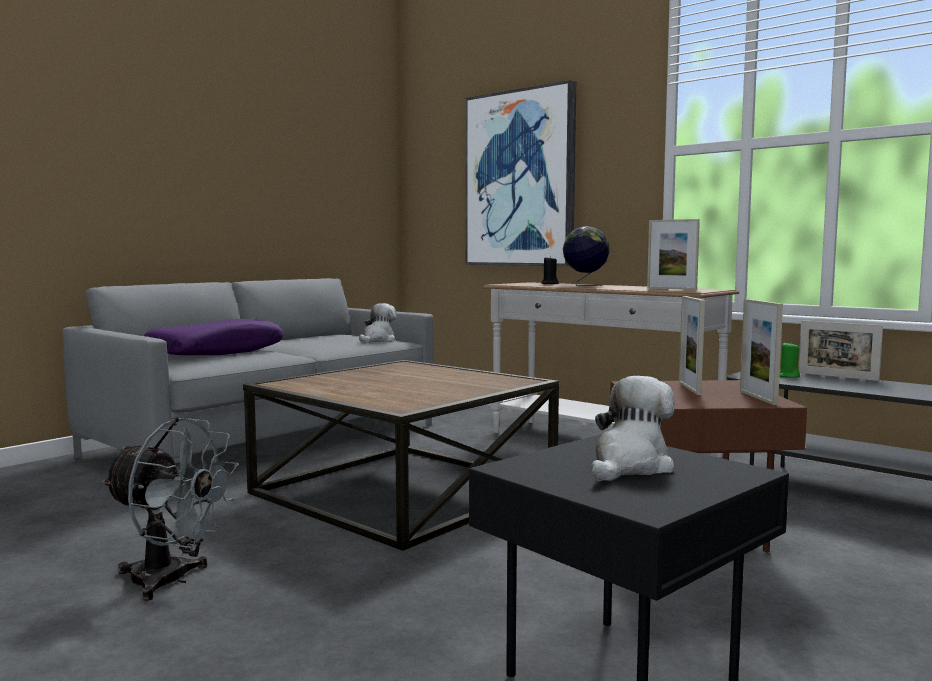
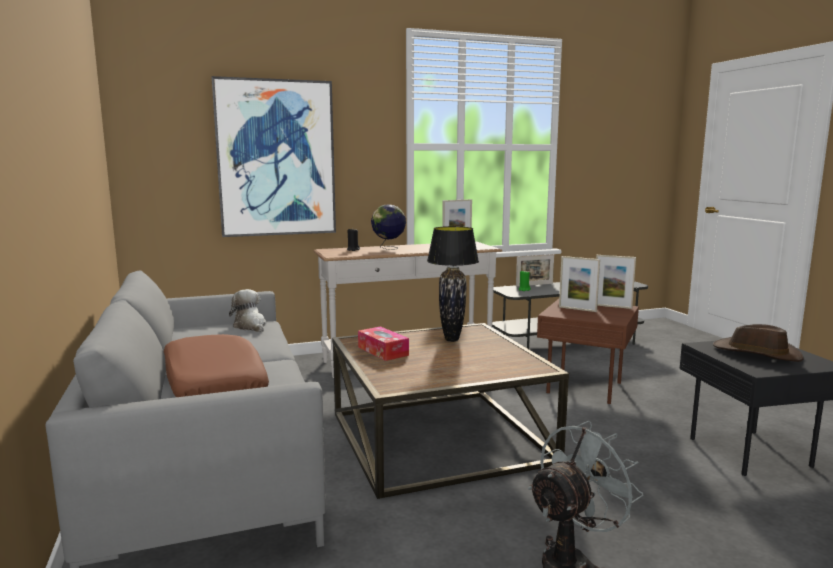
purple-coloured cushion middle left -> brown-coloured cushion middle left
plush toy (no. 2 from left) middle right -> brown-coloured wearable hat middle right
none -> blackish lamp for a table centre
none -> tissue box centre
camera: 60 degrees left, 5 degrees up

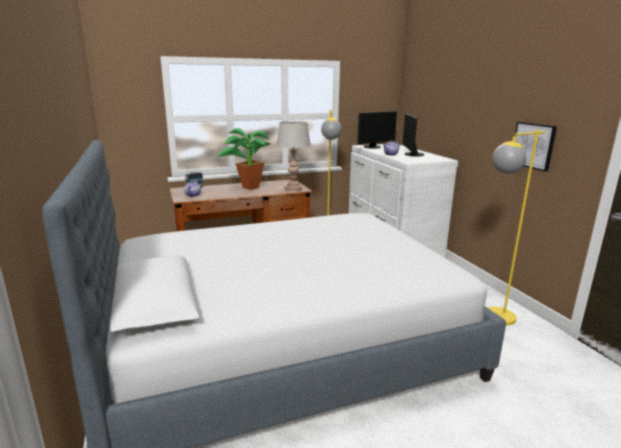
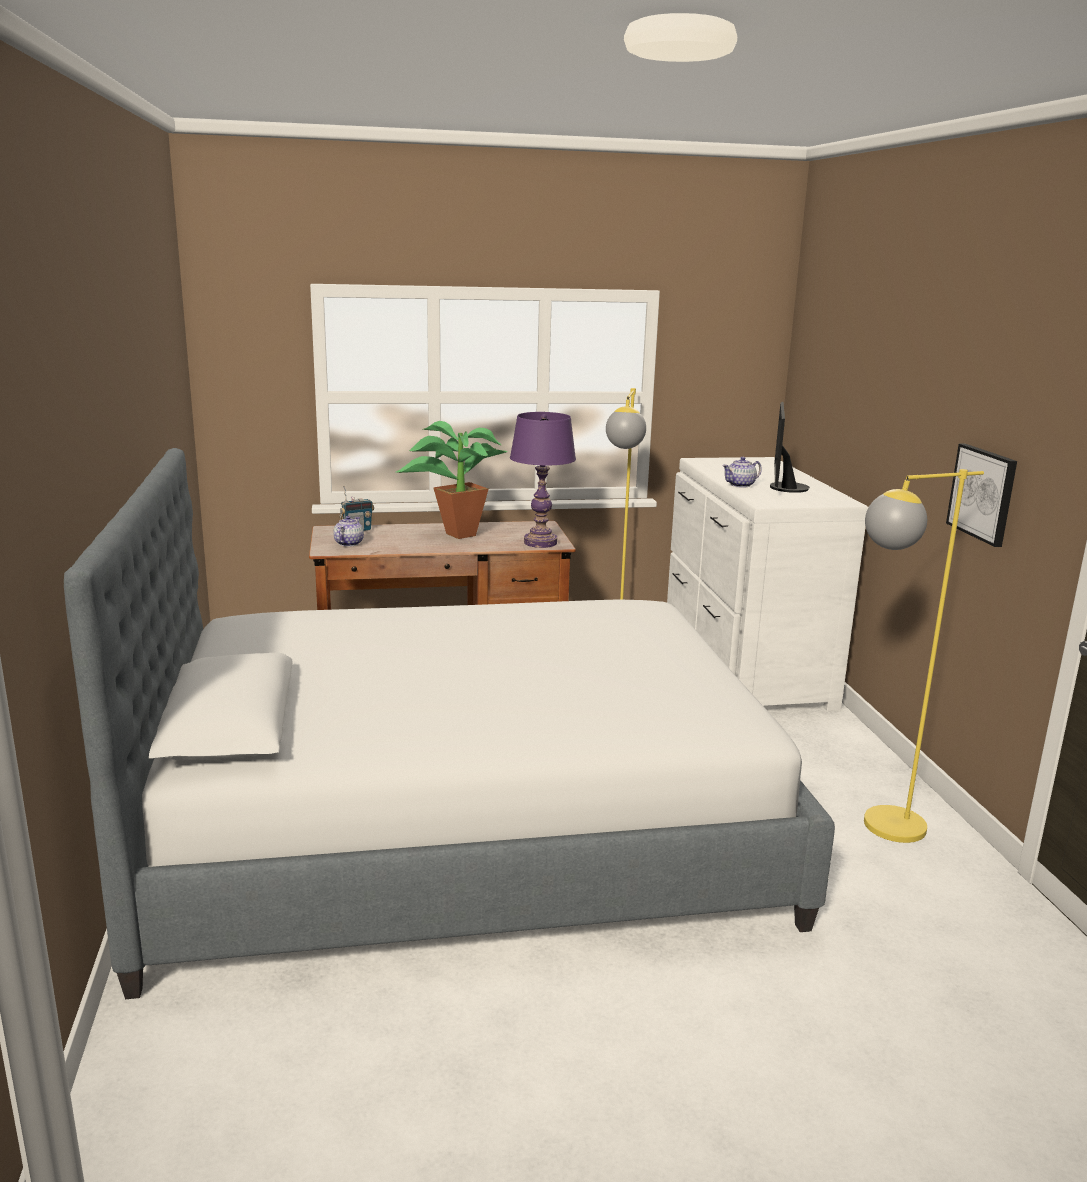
computer screen (no. 1 from left) top centre -> none
gray lamp for a table centre -> purple-coloured lamp for a table centre
camera: 10 degrees right, 0 degrees up

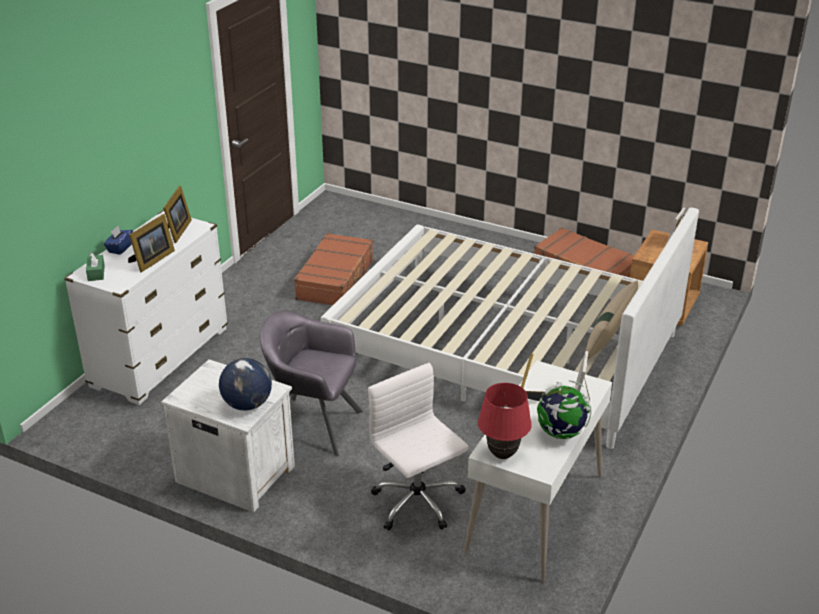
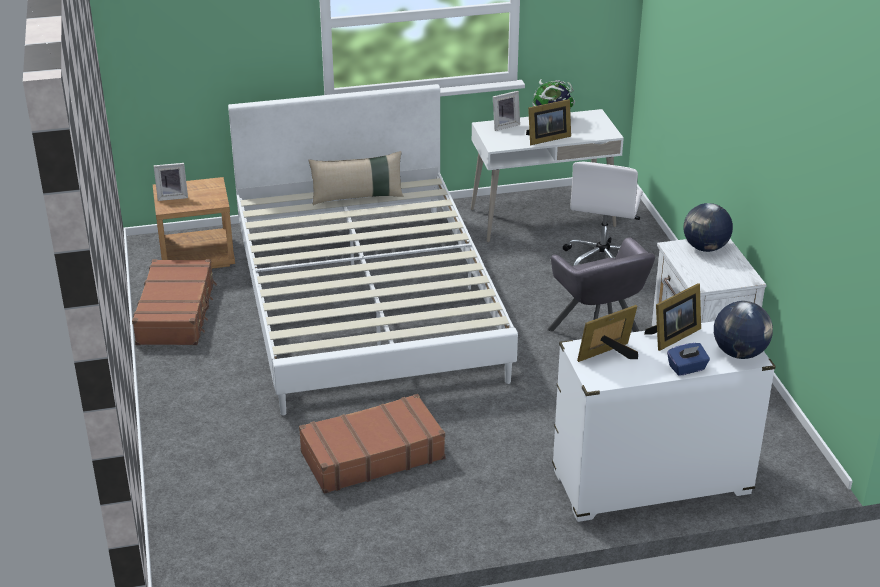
picture frame (no. 1 from left in the first image) middle left -> picture frame (no. 5 from left) middle right, 150 degrees clockwise
greenish tissue box middle left -> globe (no. 3 from left) middle right
reddish lamp for a table bottom centre -> none
camera: 130 degrees left, 0 degrees up

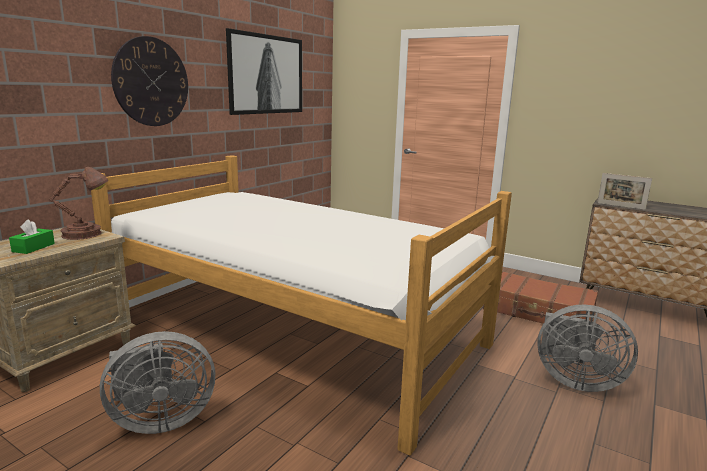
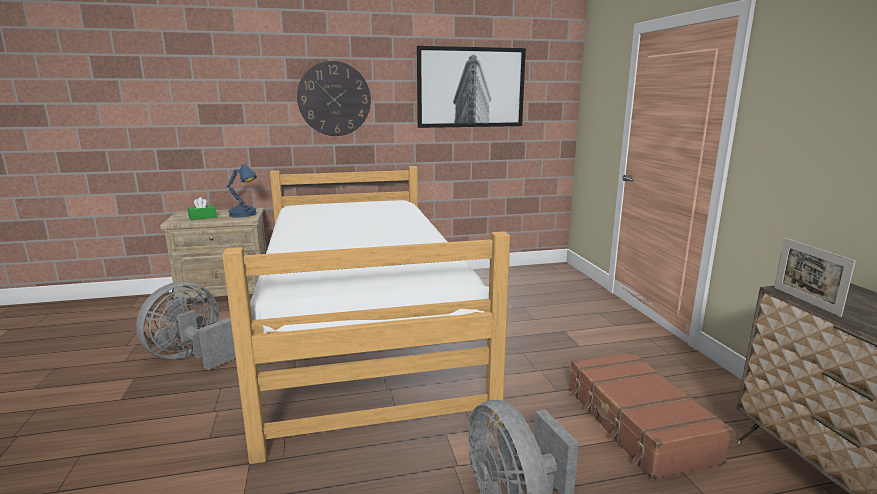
brown-coloured lamp for a table middle left -> bluish lamp for a table middle left
gray electric fan (no. 1 from left) bottom left -> gray electric fan (no. 1 from left) middle left, 105 degrees clockwise
camera: 45 degrees right, 0 degrees up

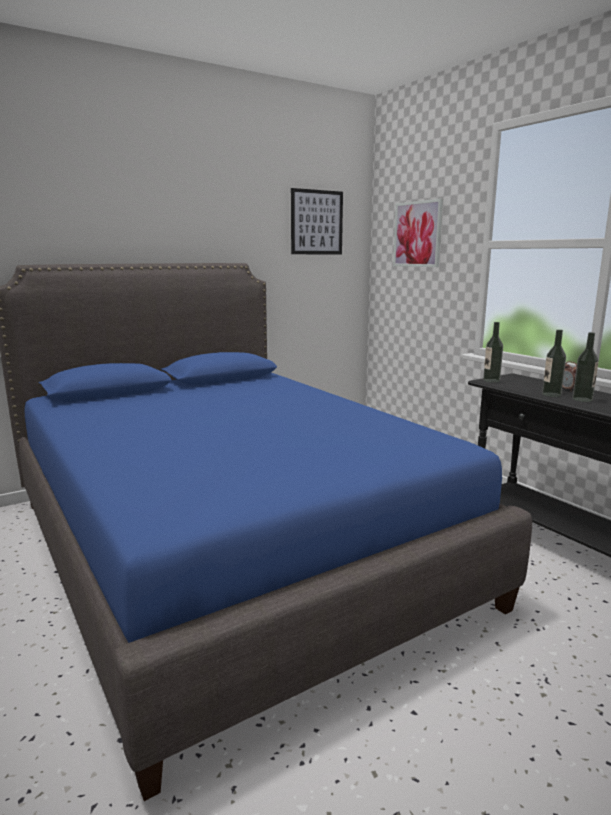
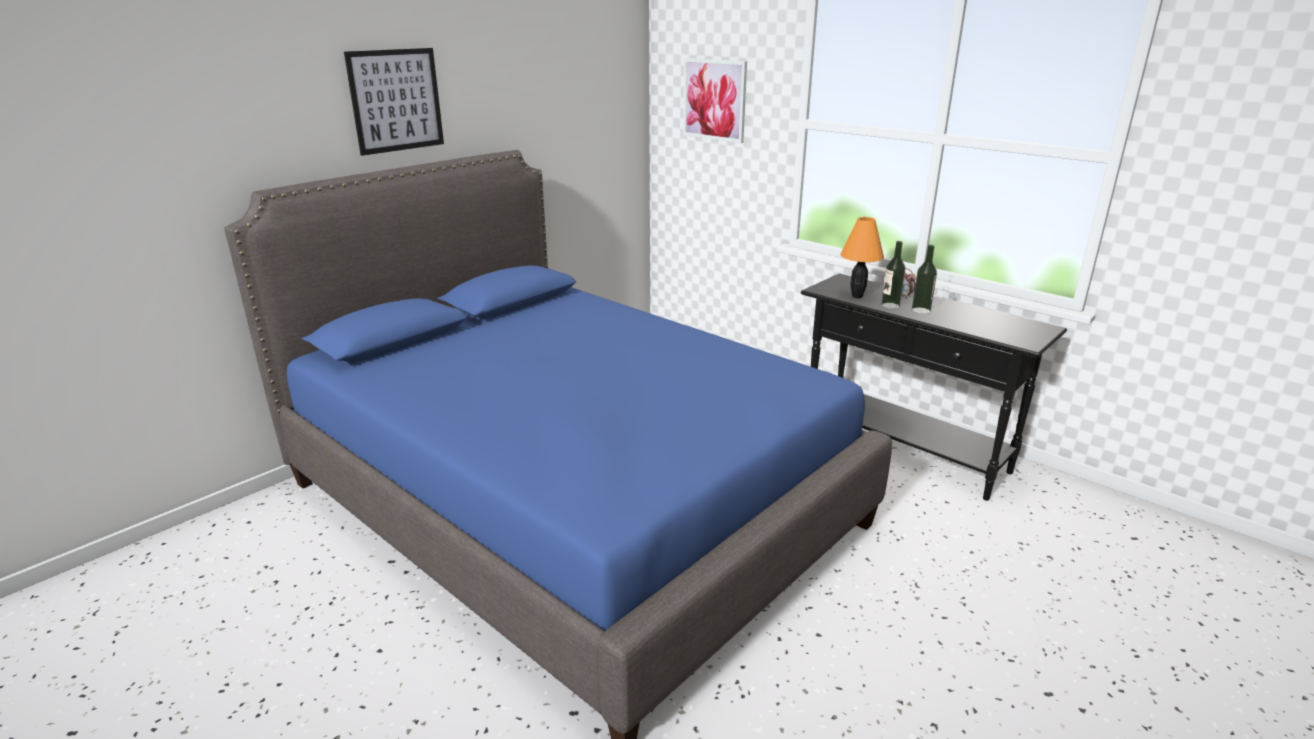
picture (no. 1 from left) top centre -> picture (no. 1 from left) top left, relocated
beverage bottle (no. 1 from left) middle right -> none
none -> orange-coloured lamp for a table centre
camera: 15 degrees left, 10 degrees up

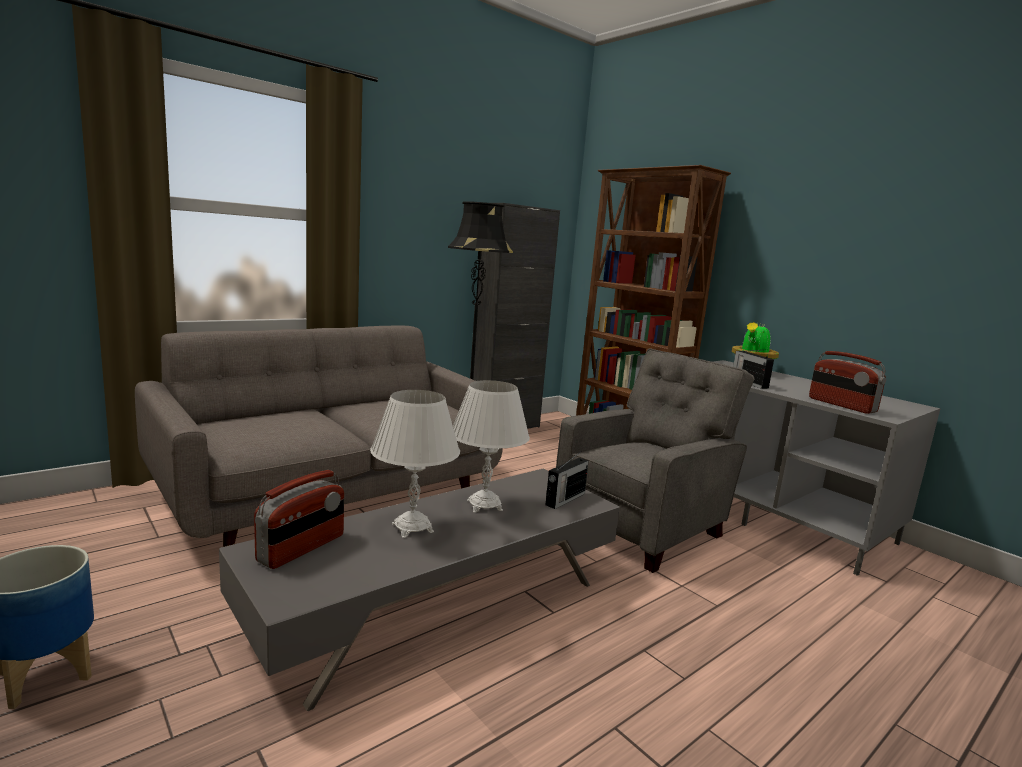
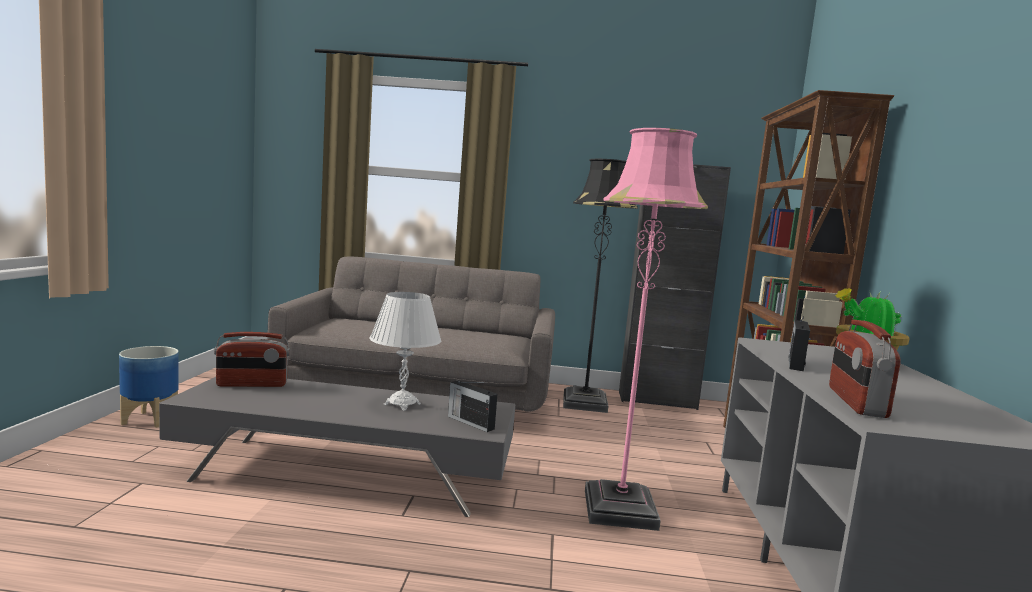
gray armchair centre -> pinkish standard lamp centre
whitish lamp for a table (no. 1 from left) centre -> none
radio receiver (no. 2 from left) centre -> radio receiver (no. 2 from left) bottom centre, 45 degrees clockwise
camera: 45 degrees right, 5 degrees down

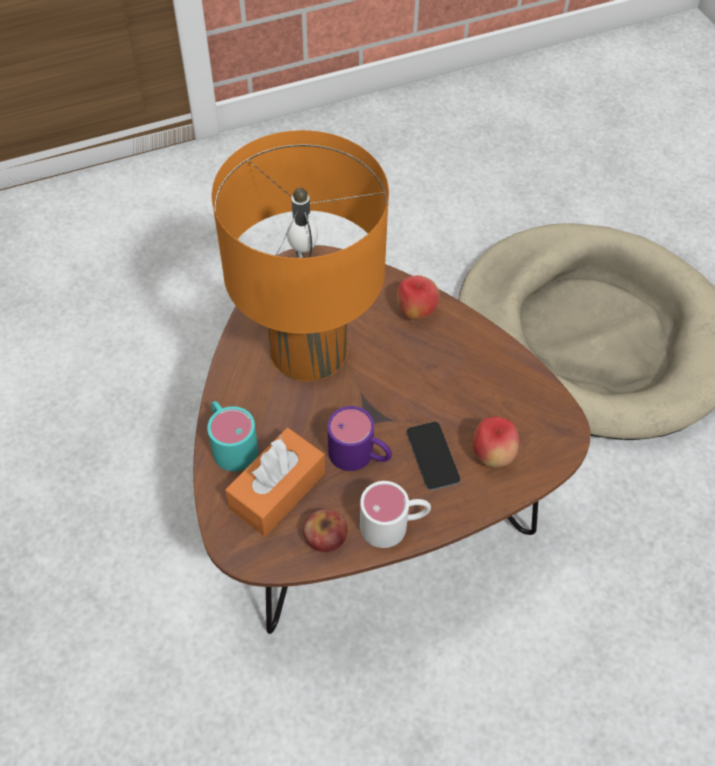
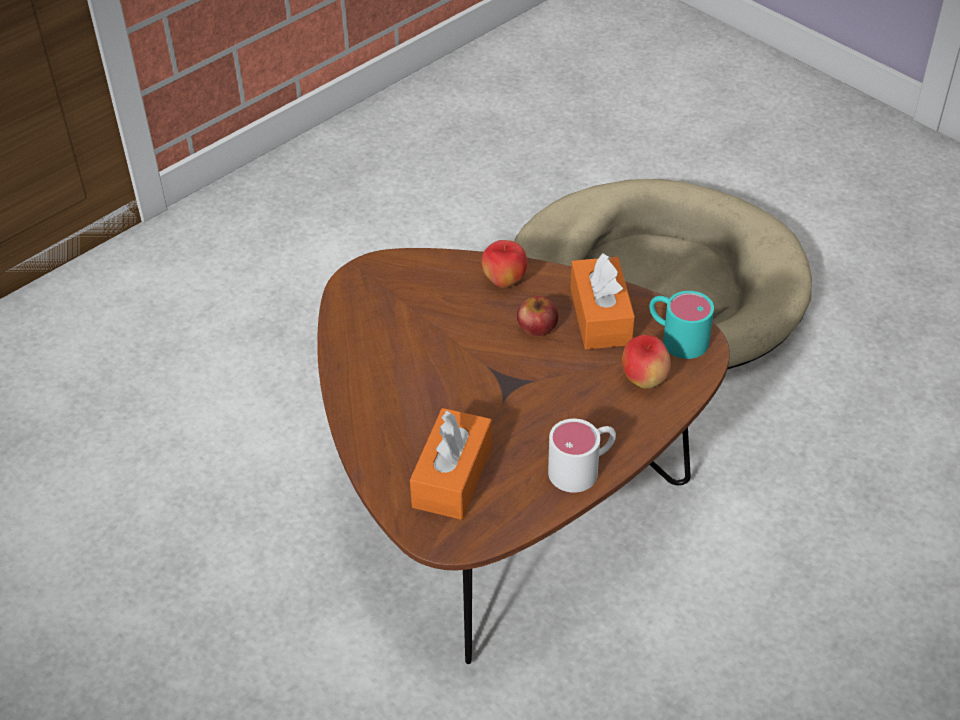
orange-coloured lamp for a table centre -> none
turquoise-coloured coffee mug middle left -> turquoise-coloured coffee mug middle right, relocated
purple-coloured coffee mug centre -> none
phone centre -> none
apple fruit (no. 1 from left in the first image) bottom centre -> apple fruit (no. 2 from left) centre, relocated
none -> orange-coloured tissue box (no. 2 from left) centre
camera: 20 degrees left, 10 degrees down

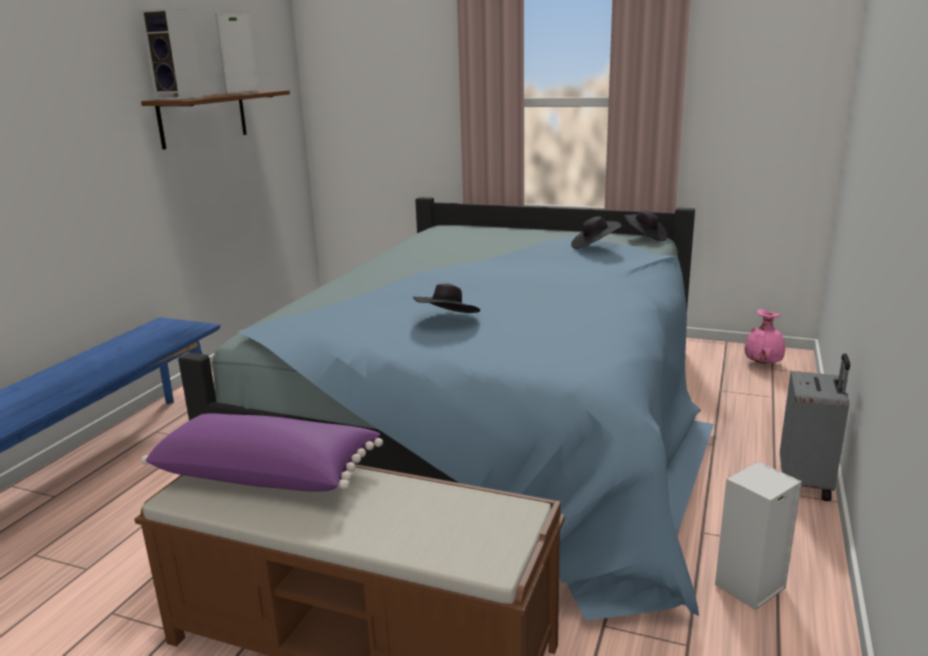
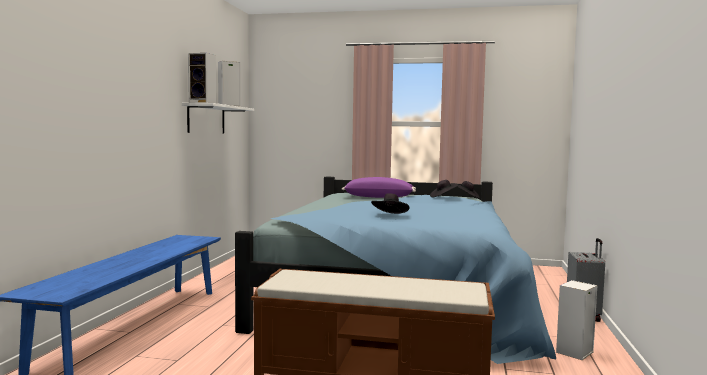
brown-coloured bracket shelf top left -> whitish bracket shelf top left
pinkish flower vase middle right -> none
purple-coloured cushion bottom left -> purple-coloured cushion centre, relocated
camera: 10 degrees left, 15 degrees down

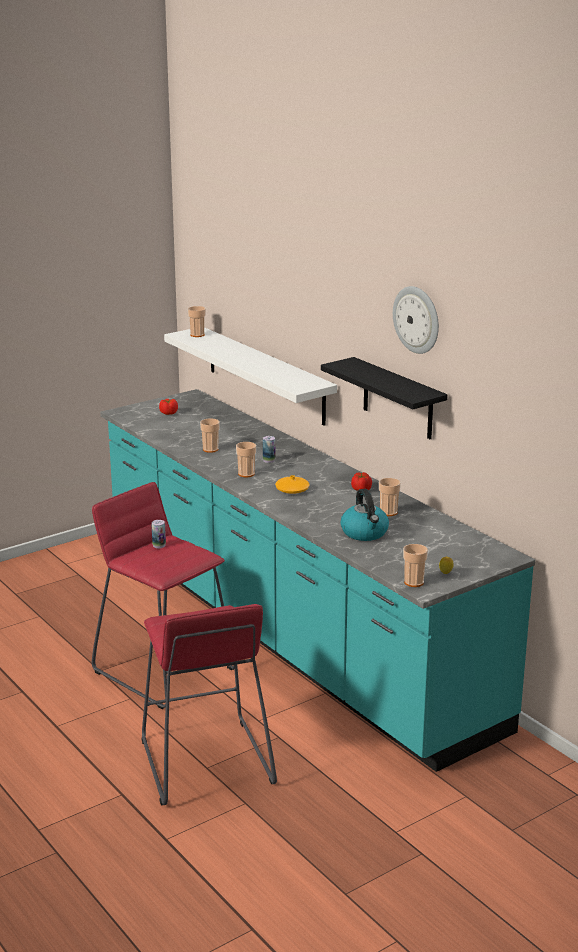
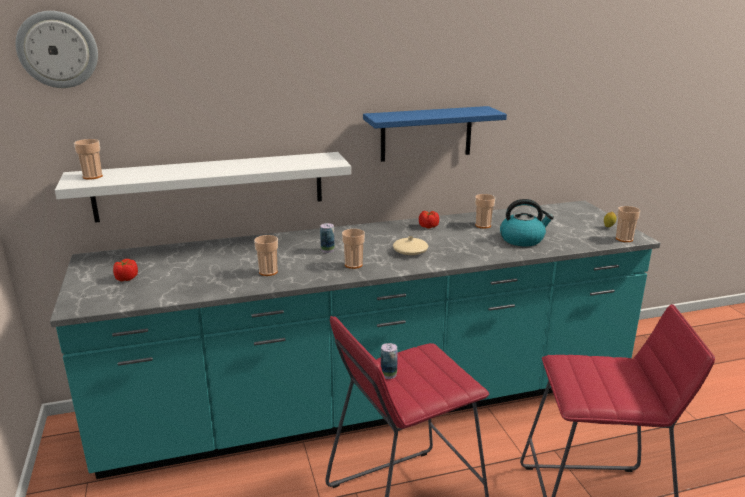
clock on the wall middle right -> clock on the wall top left, relocated
blackish bracket shelf centre -> bluish bracket shelf top centre
orange-coloured flower vase centre -> beige-coloured flower vase centre
camera: 70 degrees left, 0 degrees up

